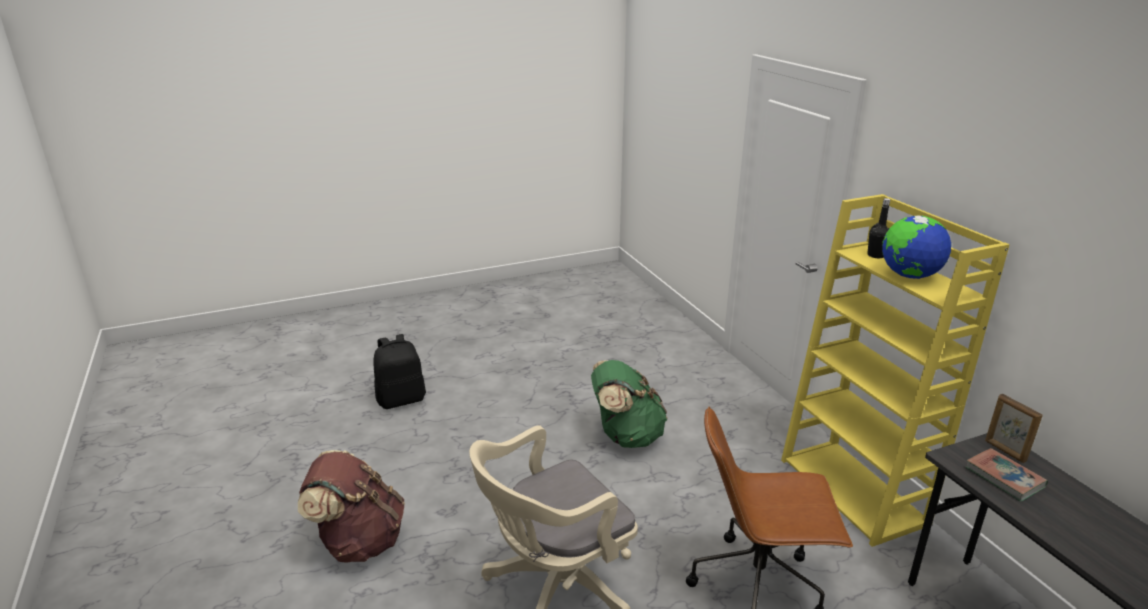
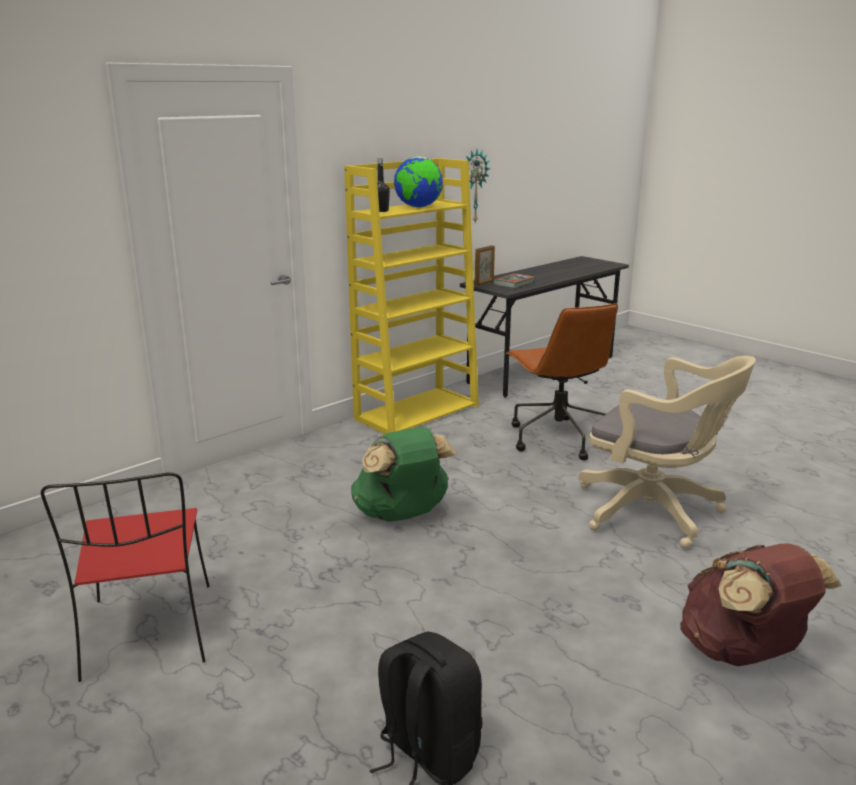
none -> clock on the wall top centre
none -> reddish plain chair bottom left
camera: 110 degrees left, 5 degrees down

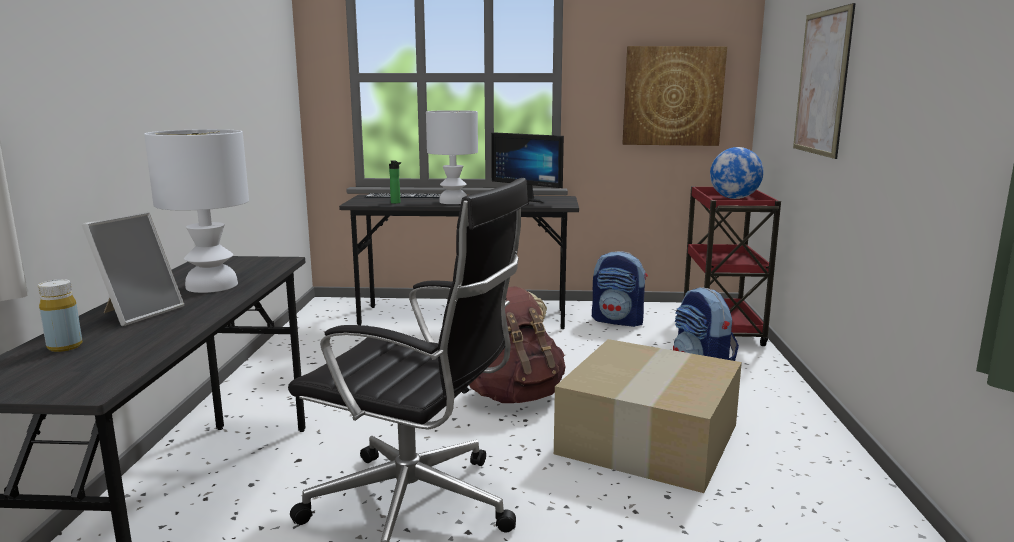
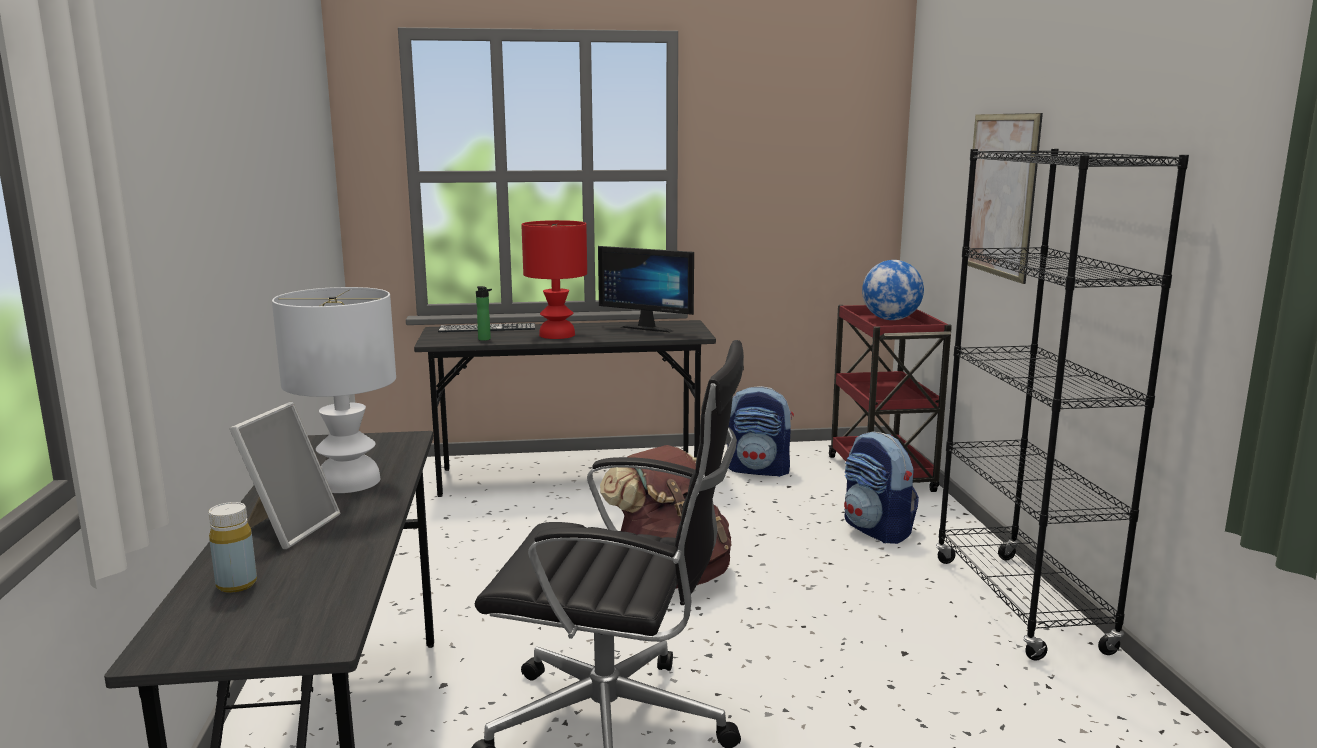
picture (no. 1 from left) top centre -> none
whitish lamp for a table (no. 2 from left) top centre -> reddish lamp for a table centre
carton bottom centre -> none
none -> blackish bookshelf middle right
camera: 10 degrees left, 0 degrees up

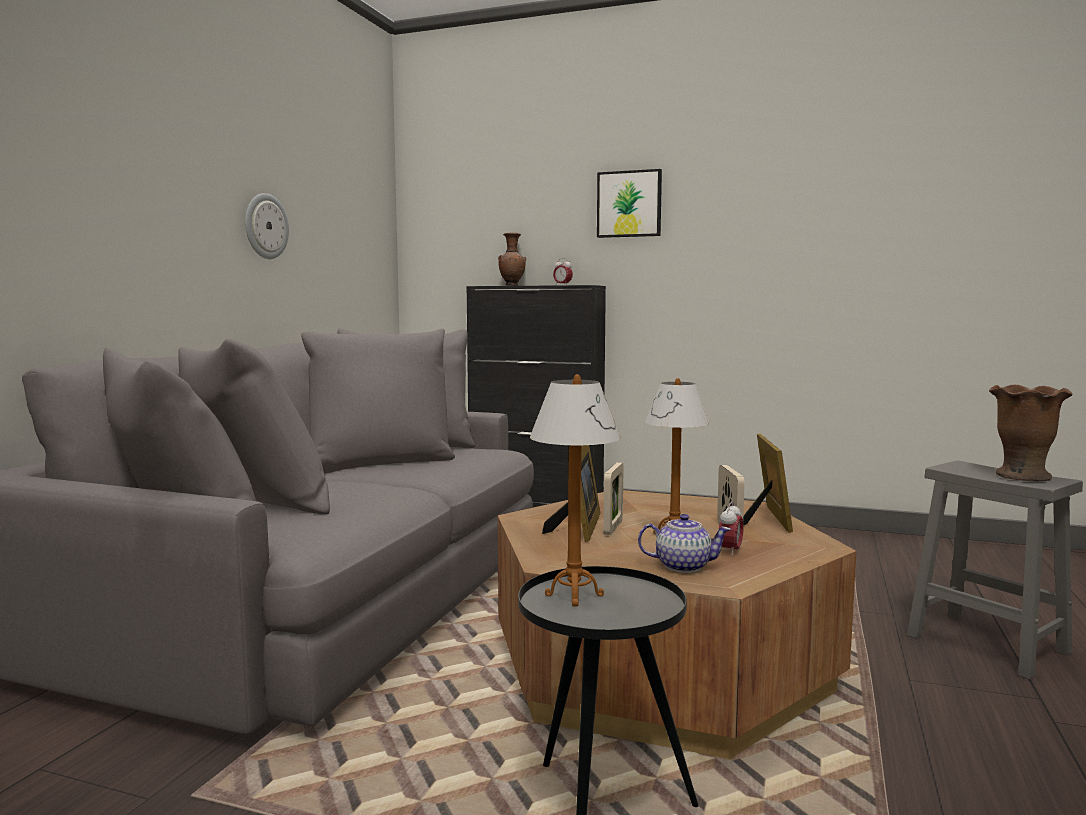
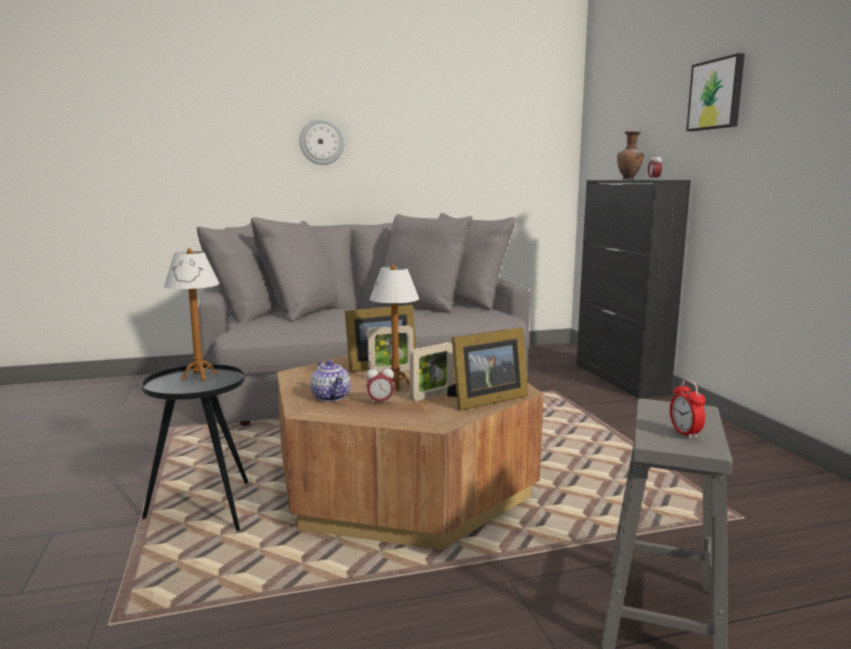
clock on the wall top left -> clock on the wall top centre, relocated
brown-coloured flower vase (no. 2 from left) middle right -> table clock (no. 3 from left) middle right
camera: 55 degrees right, 5 degrees up

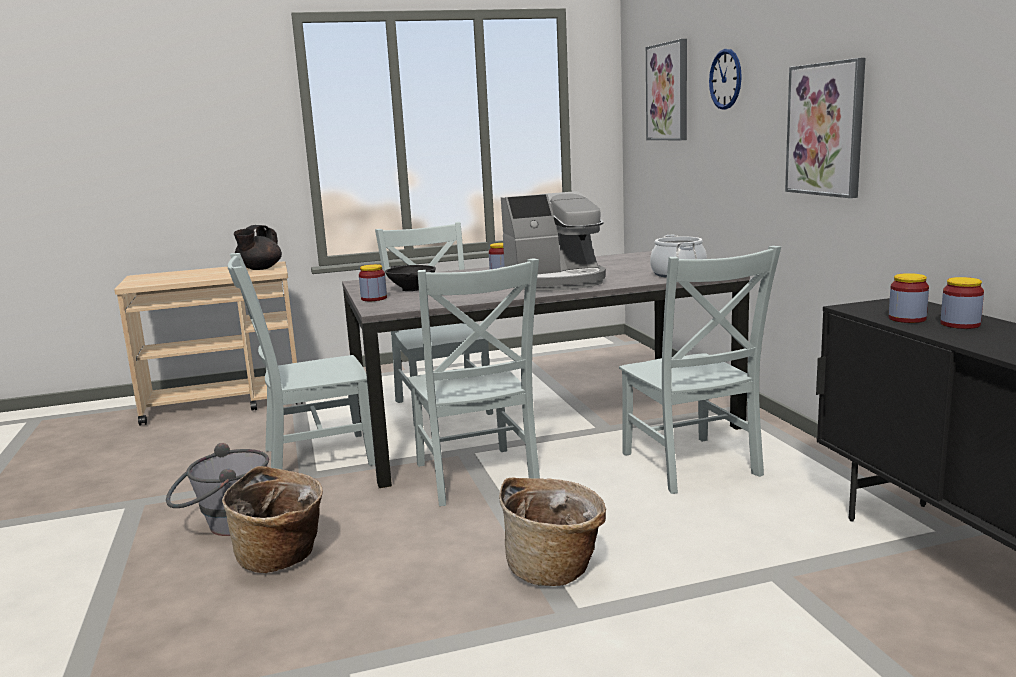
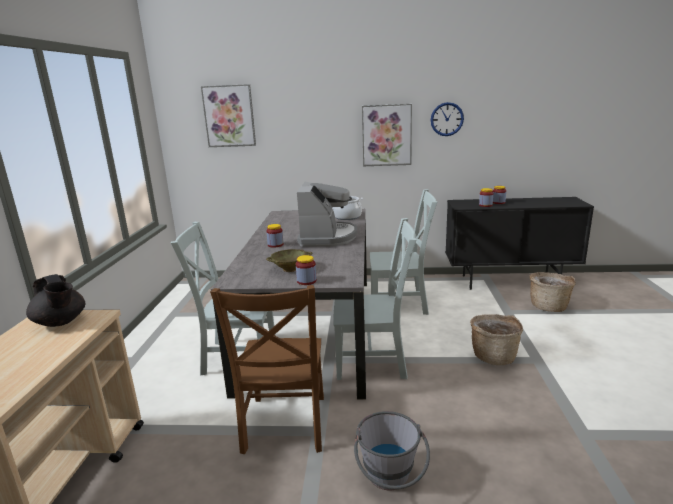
clock on the wall top right -> clock on the wall top centre, relocated
gray plain chair (no. 1 from left) middle left -> brown-coloured plain chair bottom centre
blackish deep dish centre -> beige-coloured deep dish centre
basket (no. 1 from left in the first image) bottom left -> basket (no. 2 from left) middle right, relocated
camera: 70 degrees left, 5 degrees up

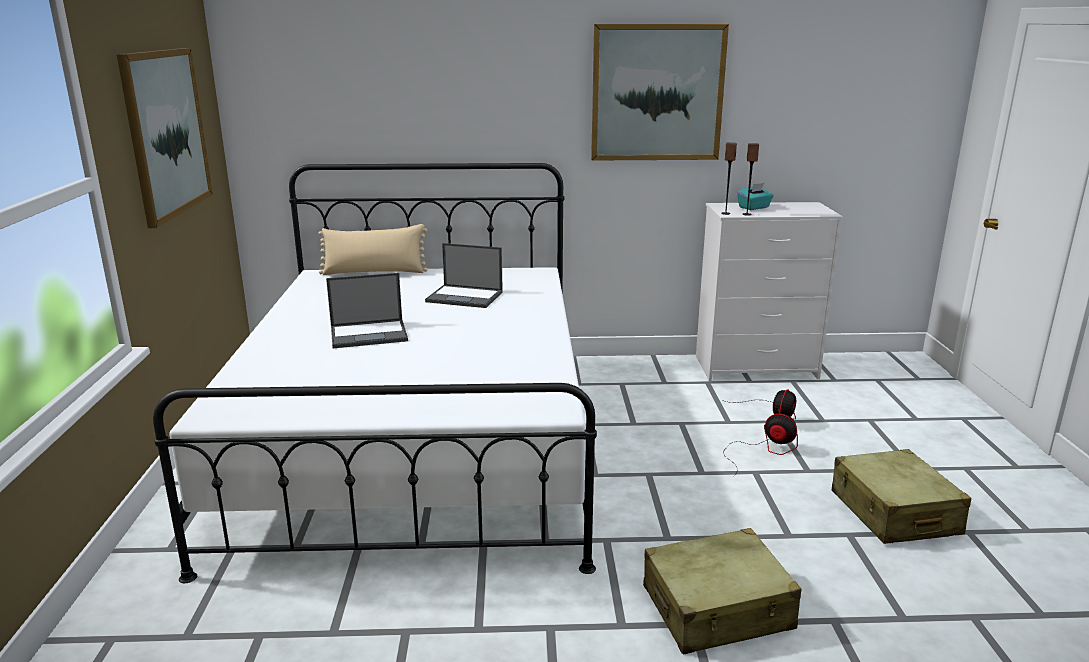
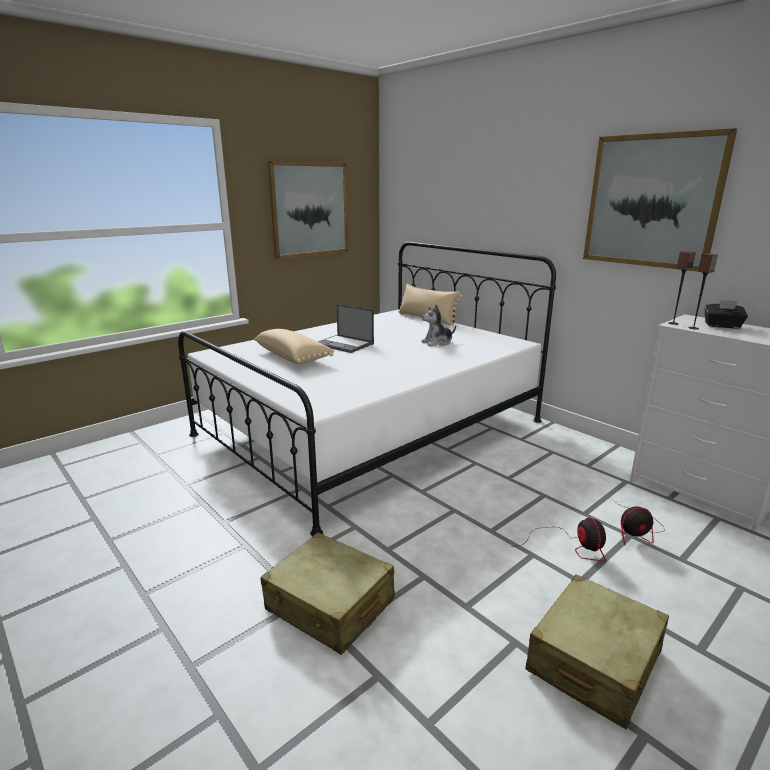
turquoise-coloured tissue box top right -> blackish tissue box middle right
notebook computer (no. 2 from left) centre -> plush toy centre
none -> beige-coloured cushion (no. 1 from left) centre
camera: 50 degrees right, 0 degrees up

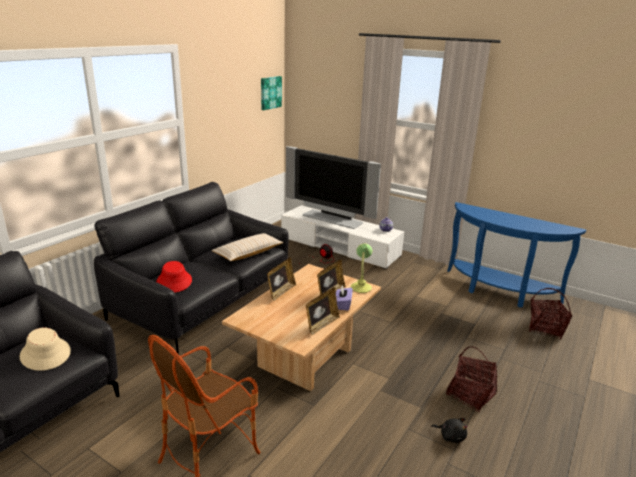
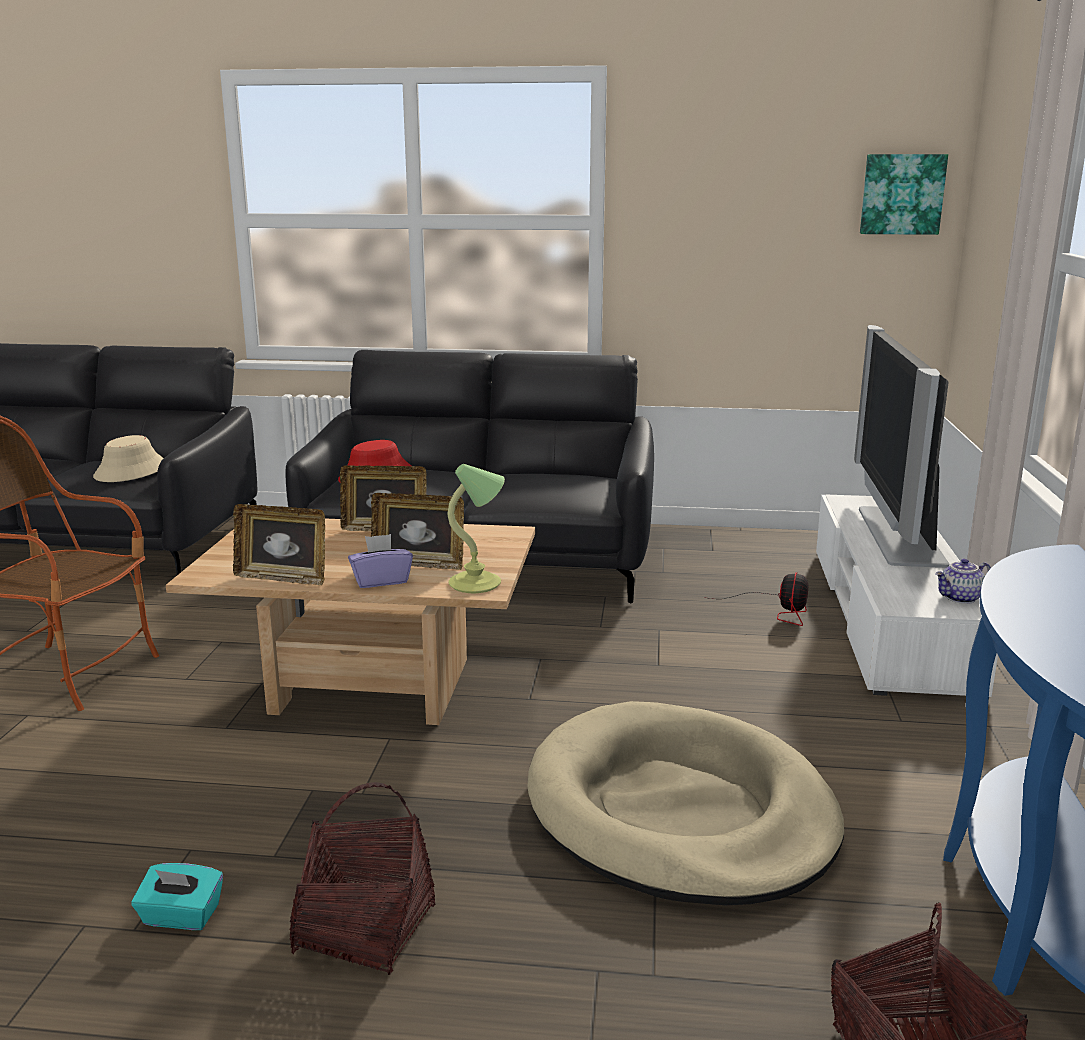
beige-coloured cushion centre -> none
blackish plush toy bottom right -> turquoise-coloured tissue box bottom left
none -> beige-coloured dog bed bottom centre
camera: 65 degrees right, 5 degrees down

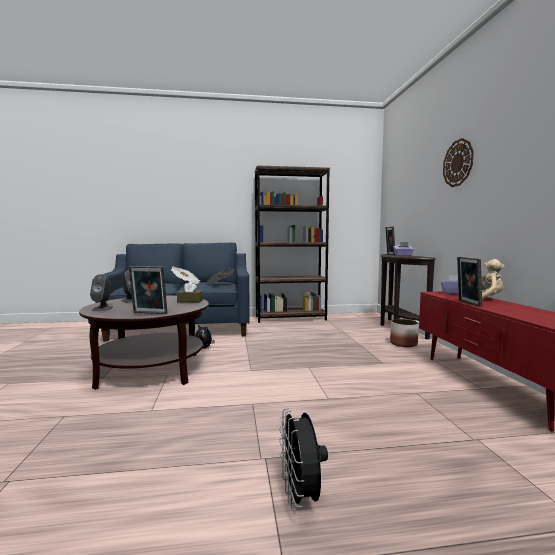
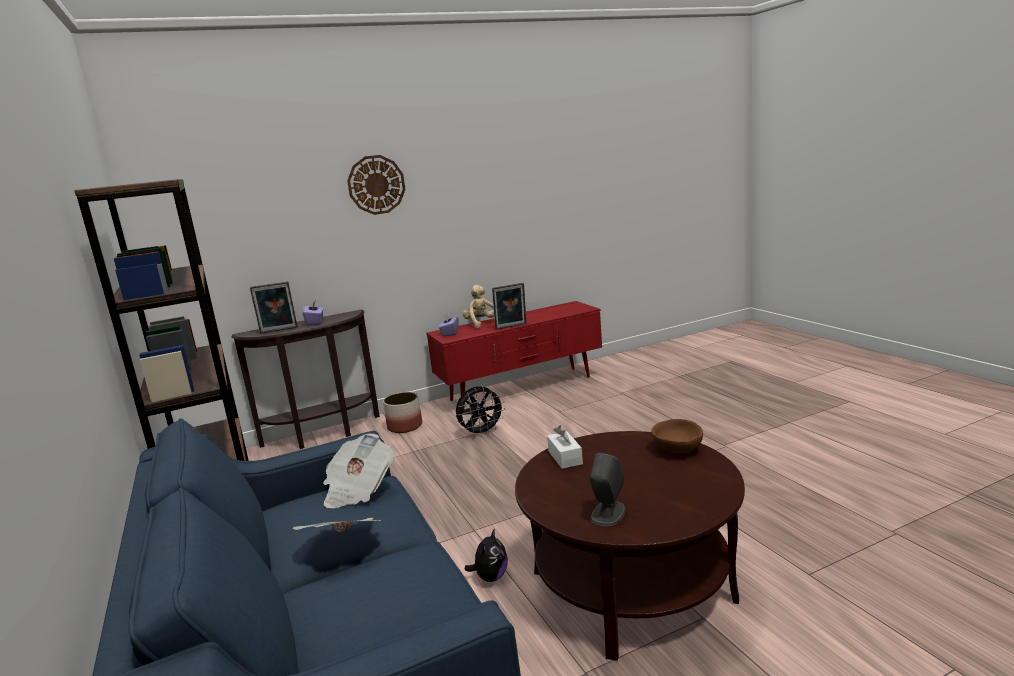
picture frame (no. 1 from left) middle left -> brown-coloured deep dish middle right
gray audio speaker (no. 1 from left) middle left -> none
brown-coloured tissue box centre -> whitish tissue box centre
blackish electric fan bottom centre -> blackish electric fan centre, relocated
camera: 105 degrees left, 10 degrees up

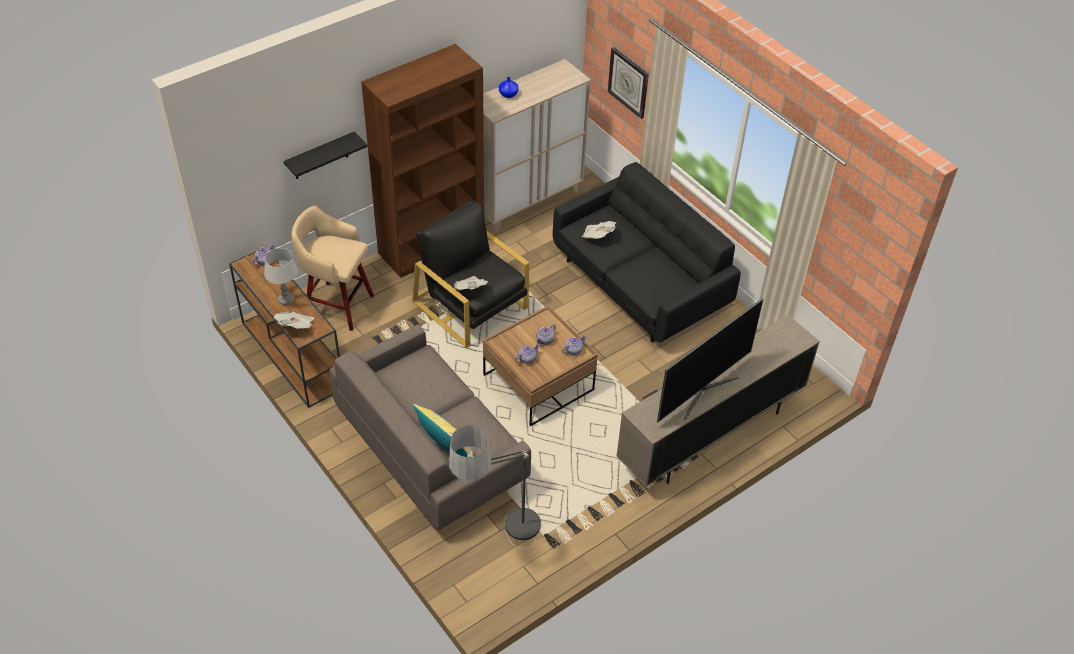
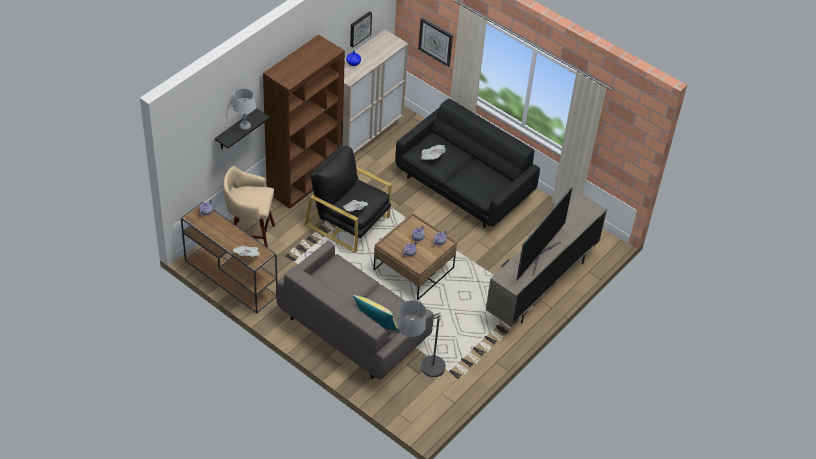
gray lamp for a table middle left -> gray lamp for a table top left, relocated
none -> picture top centre
camera: 15 degrees left, 0 degrees up

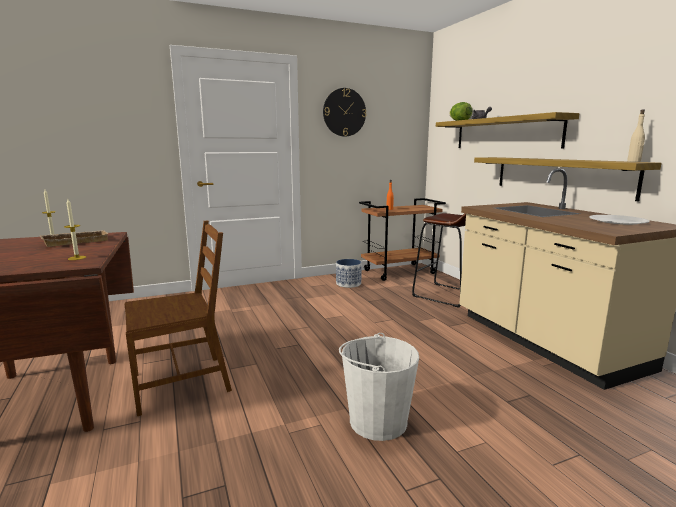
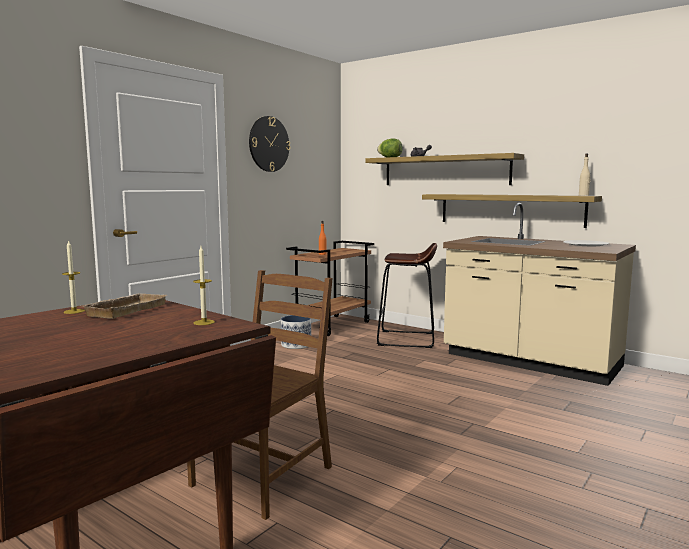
whitish pail bottom centre -> none
camera: 30 degrees left, 5 degrees down

